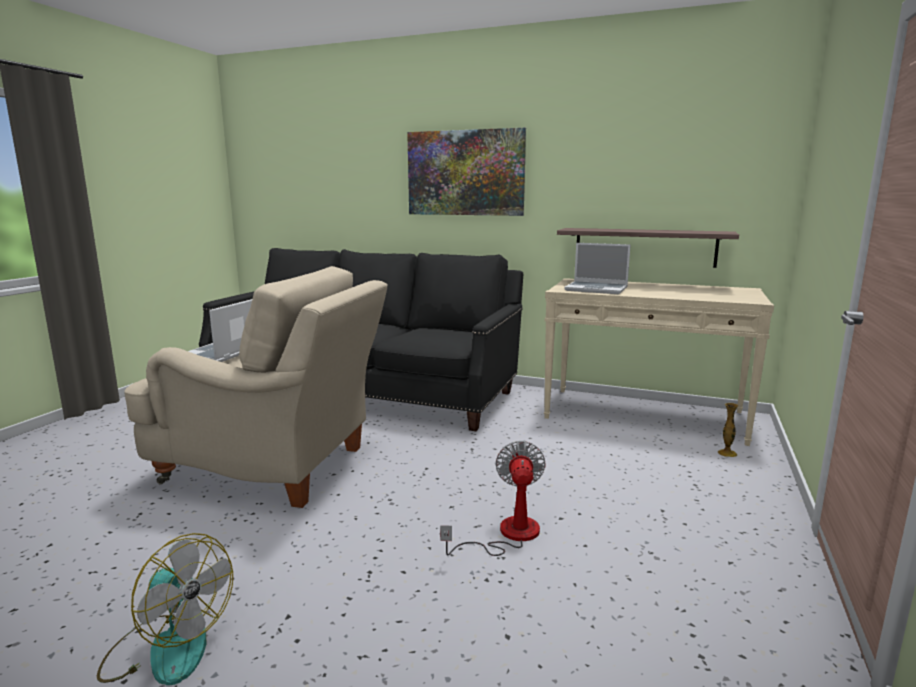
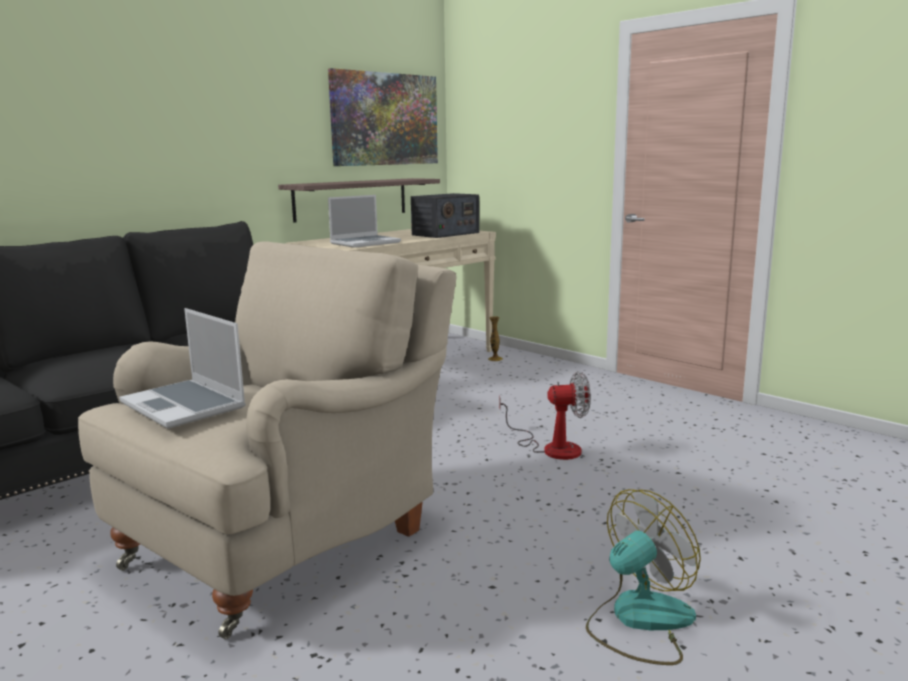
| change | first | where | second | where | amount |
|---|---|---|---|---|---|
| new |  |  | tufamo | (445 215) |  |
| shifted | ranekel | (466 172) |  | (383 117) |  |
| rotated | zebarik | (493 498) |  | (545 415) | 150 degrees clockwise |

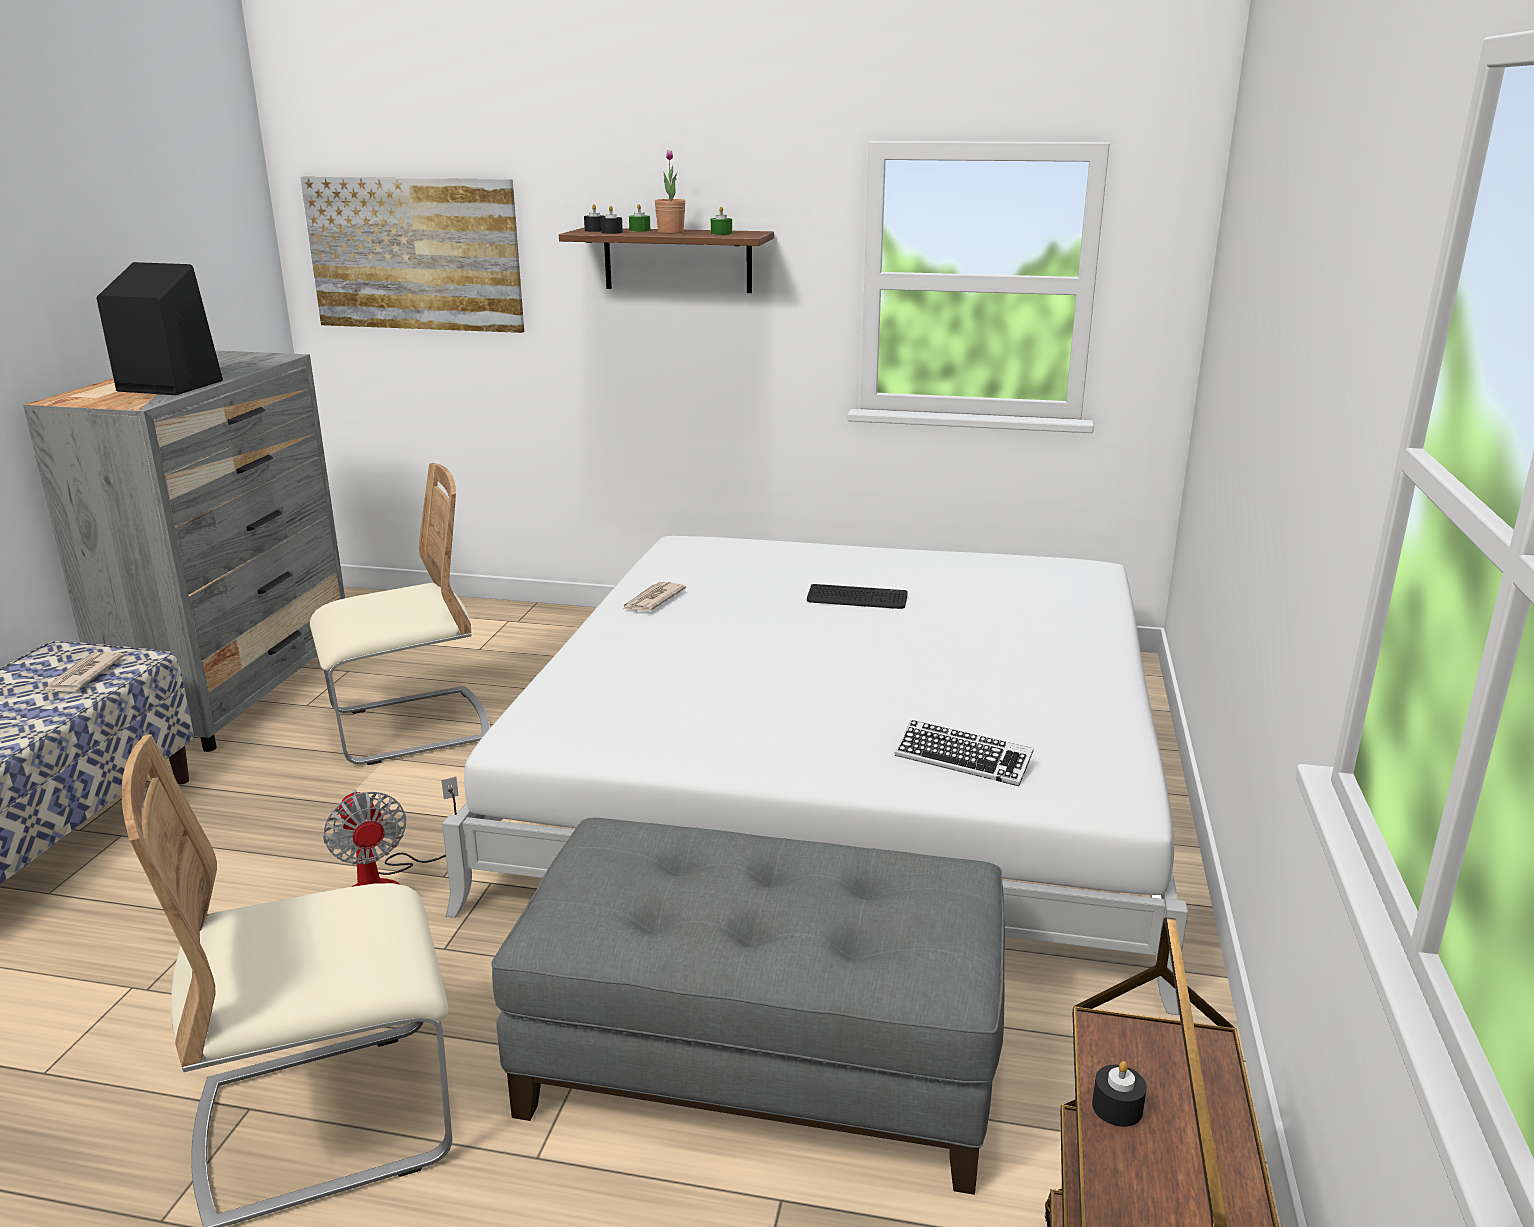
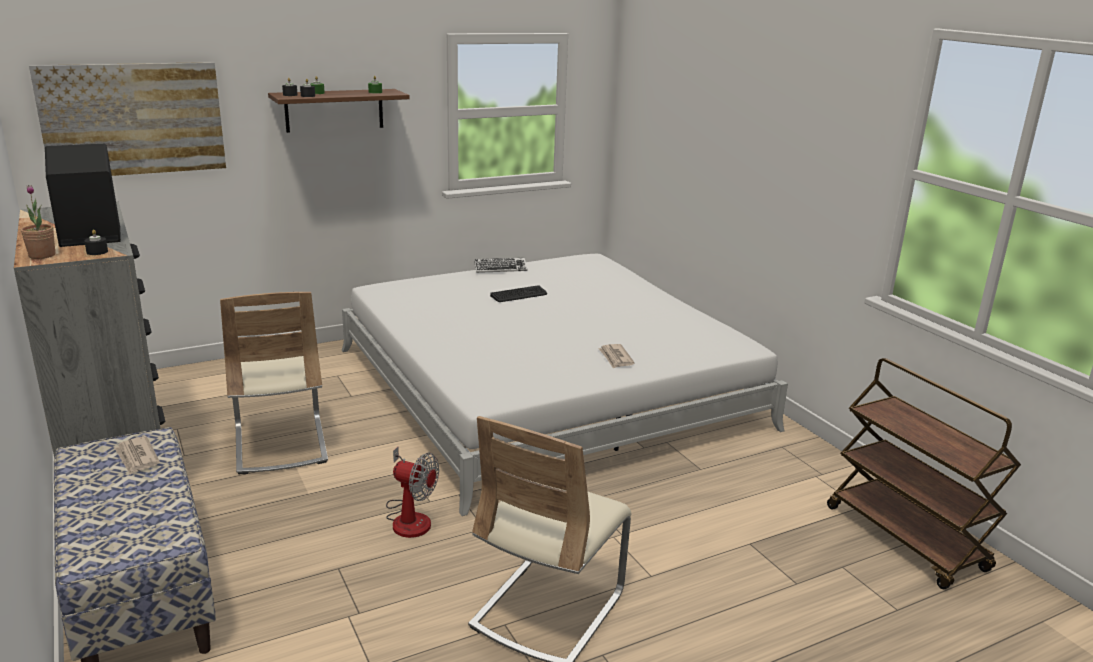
| change | first | where | second | where | amount |
|---|---|---|---|---|---|
| gone | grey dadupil | (748 1006) |  |  |  |
| shifted | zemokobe | (654 597) |  | (616 356) |  |
| shifted | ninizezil | (670 192) |  | (38 222) |  |
| shifted | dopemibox | (964 753) |  | (500 265) |  |
| shifted | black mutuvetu | (1119 1094) |  | (96 242) |  |
| rotated | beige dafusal | (400 614) |  | (274 383) | 135 degrees clockwise |

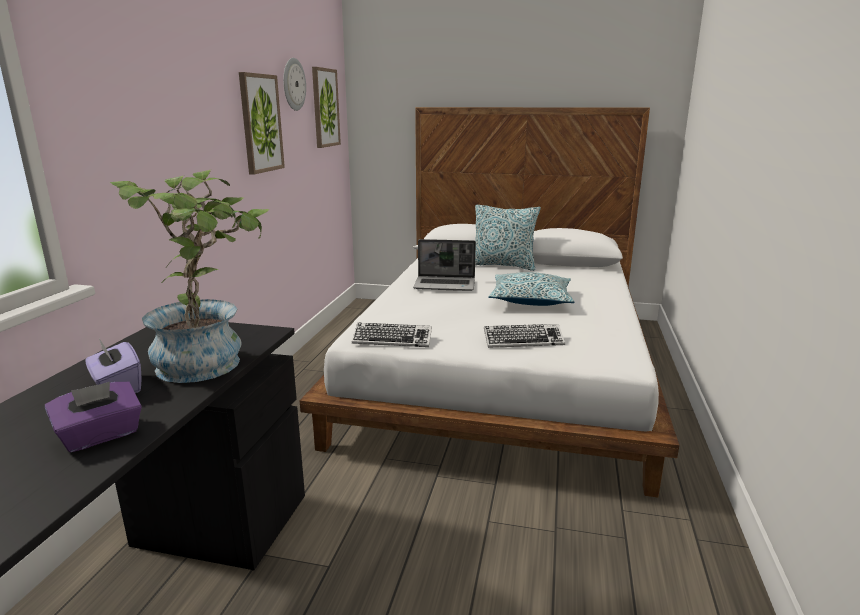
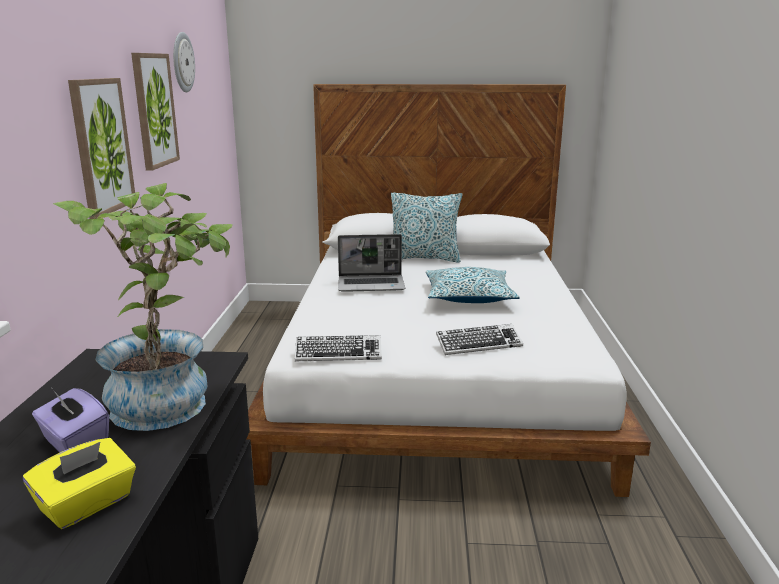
| change | first | where | second | where | amount |
|---|---|---|---|---|---|
| shifted | ranekel | (326 107) |  | (101 148) |  |
| repainted | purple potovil | (93 417) | yellow potovil | (79 483) |  |

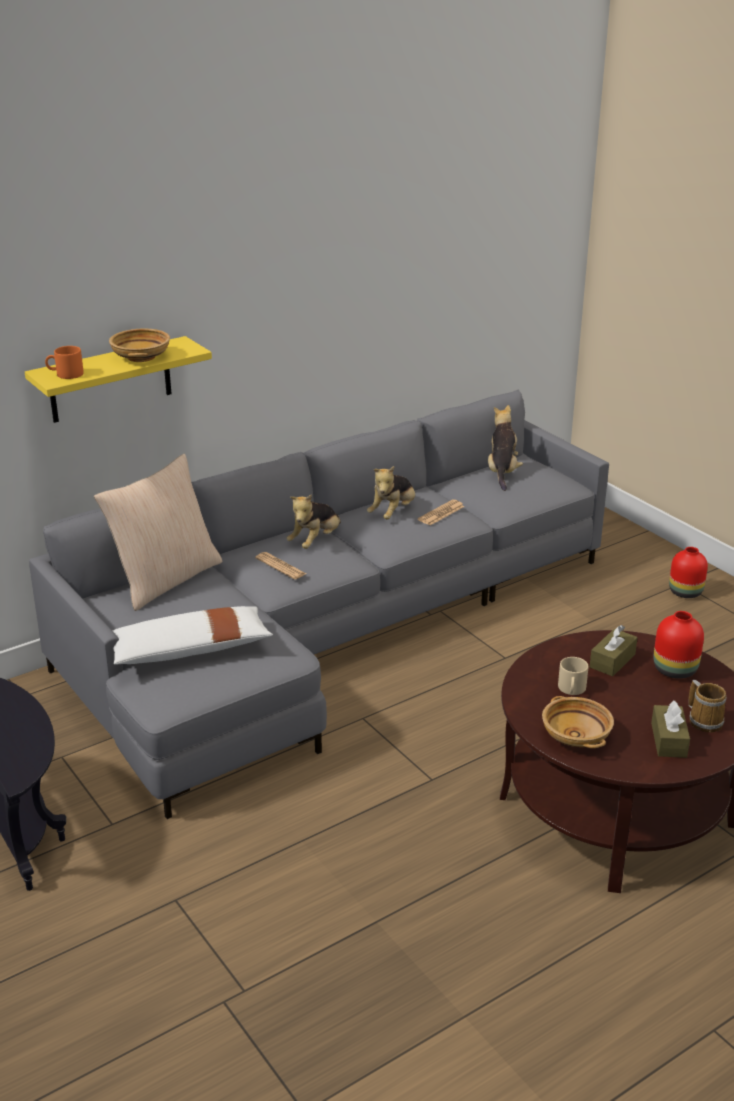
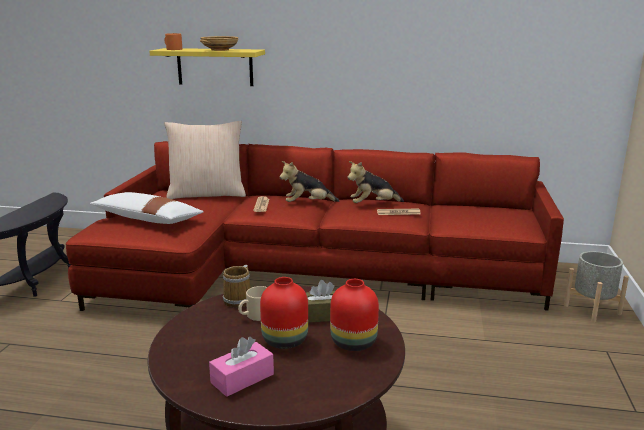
| change | first | where | second | where | amount |
|---|---|---|---|---|---|
| gone | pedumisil | (505 448) |  |  |  |
| gone | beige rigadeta | (578 722) |  |  |  |
| new |  |  | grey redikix | (596 287) |  |
| shifted | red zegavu | (688 572) |  | (284 313) |  |
| shifted | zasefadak | (707 706) |  | (236 286) |  |
| repainted | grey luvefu | (319 604) | red luvefu | (315 226) |  |
| repainted | brown potovil | (670 729) | pink potovil | (241 367) |  |

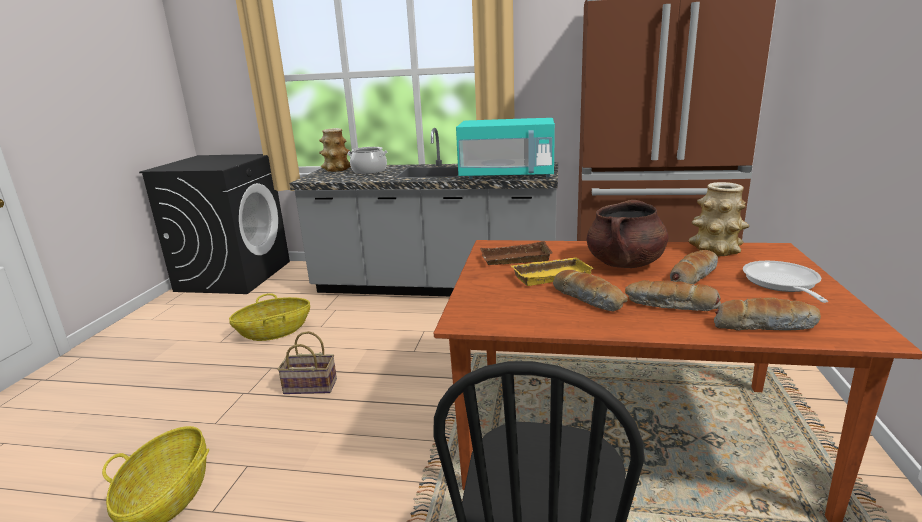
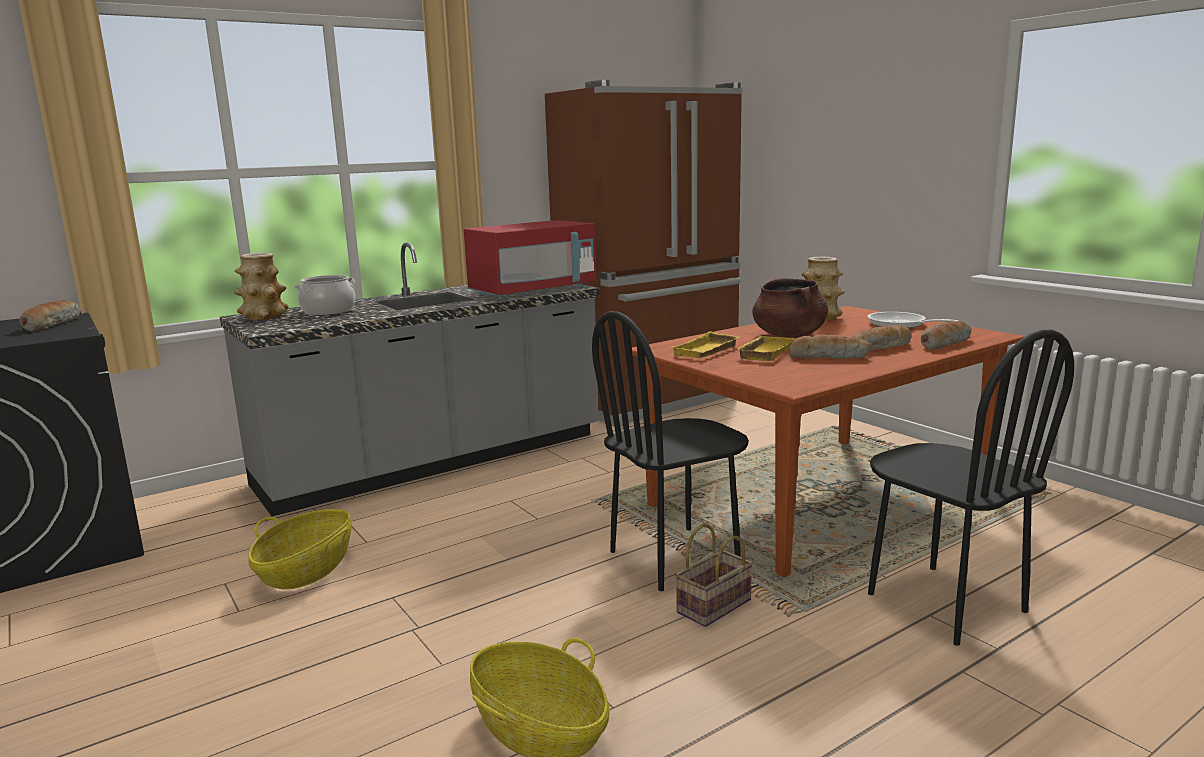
| change | first | where | second | where | amount |
|---|---|---|---|---|---|
| new |  |  | black dafusal | (670 451) |  |
| shifted | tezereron | (307 362) |  | (714 575) |  |
| shifted | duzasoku | (694 267) |  | (49 316) |  |
| repainted | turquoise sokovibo | (505 148) | red sokovibo | (530 259) |  |
| repainted | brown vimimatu | (516 253) | yellow vimimatu | (705 344) |  |

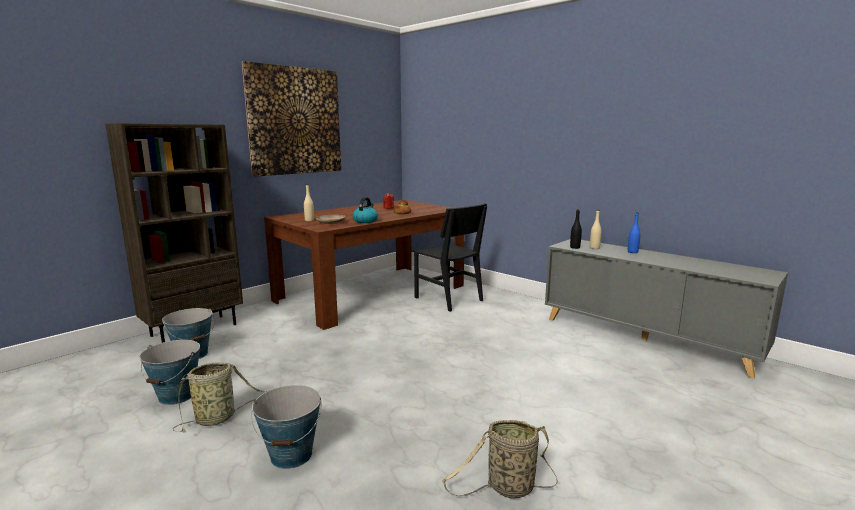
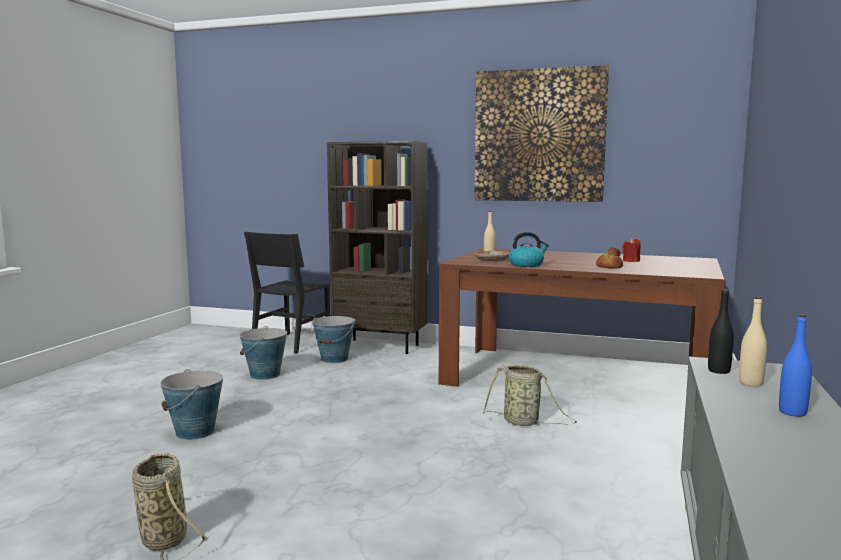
| change | first | where | second | where | amount |
|---|---|---|---|---|---|
| shifted | tezereron | (217 397) |  | (530 395) |  |
| shifted | black dafusal | (449 257) |  | (287 293) |  |

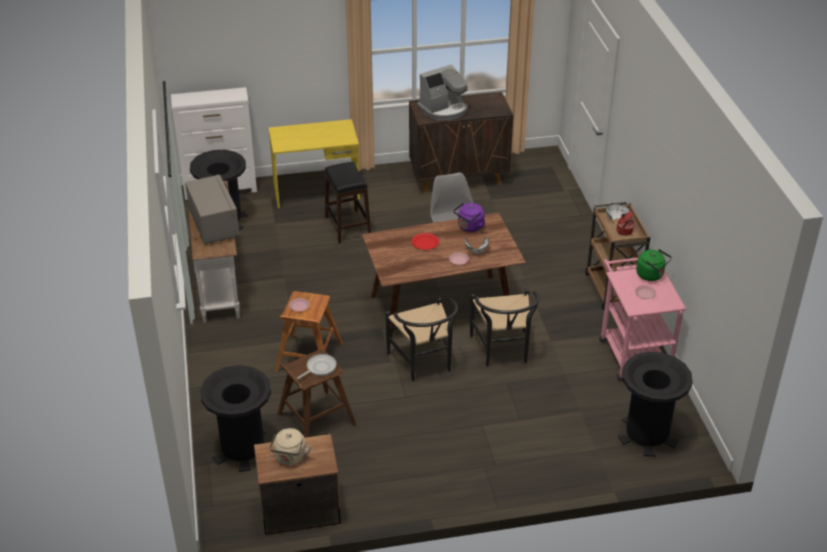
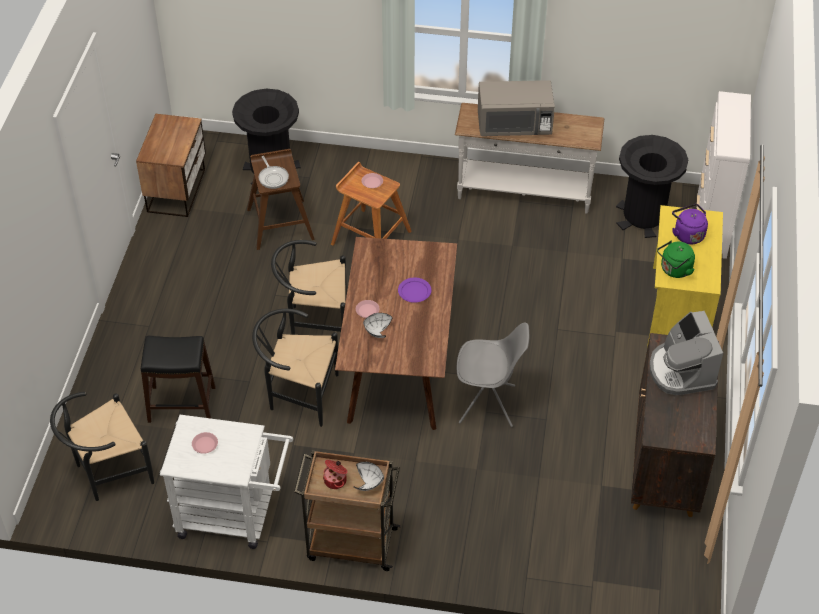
| change | first | where | second | where | amount |
|---|---|---|---|---|---|
| gone | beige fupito | (290 446) |  |  |  |
| shifted | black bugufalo | (348 202) |  | (178 379) |  |
| shifted | purple fupito | (469 217) |  | (690 224) |  |
| shifted | green fupito | (654 265) |  | (676 259) |  |
| swapped | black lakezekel | (655 404) | black dafusal | (102 446) |  |
| repainted | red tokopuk | (425 241) | purple tokopuk | (414 290) |  |
| repainted | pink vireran | (642 319) | white vireran | (226 482) |  |

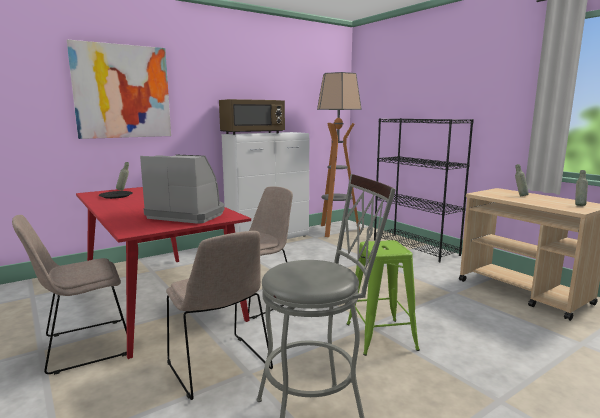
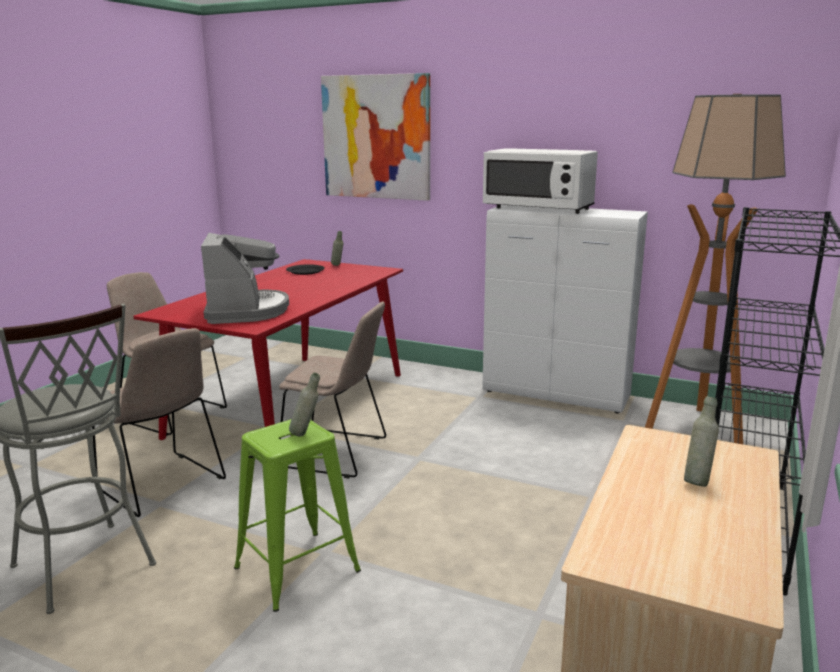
| change | first | where | second | where | amount |
|---|---|---|---|---|---|
| shifted | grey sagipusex | (581 188) |  | (304 404) |  |
| repainted | brown sokovibo | (252 117) | white sokovibo | (540 181) |  |
| rotated | beige dafusal | (219 315) |  | (159 422) | 75 degrees counterclockwise |

